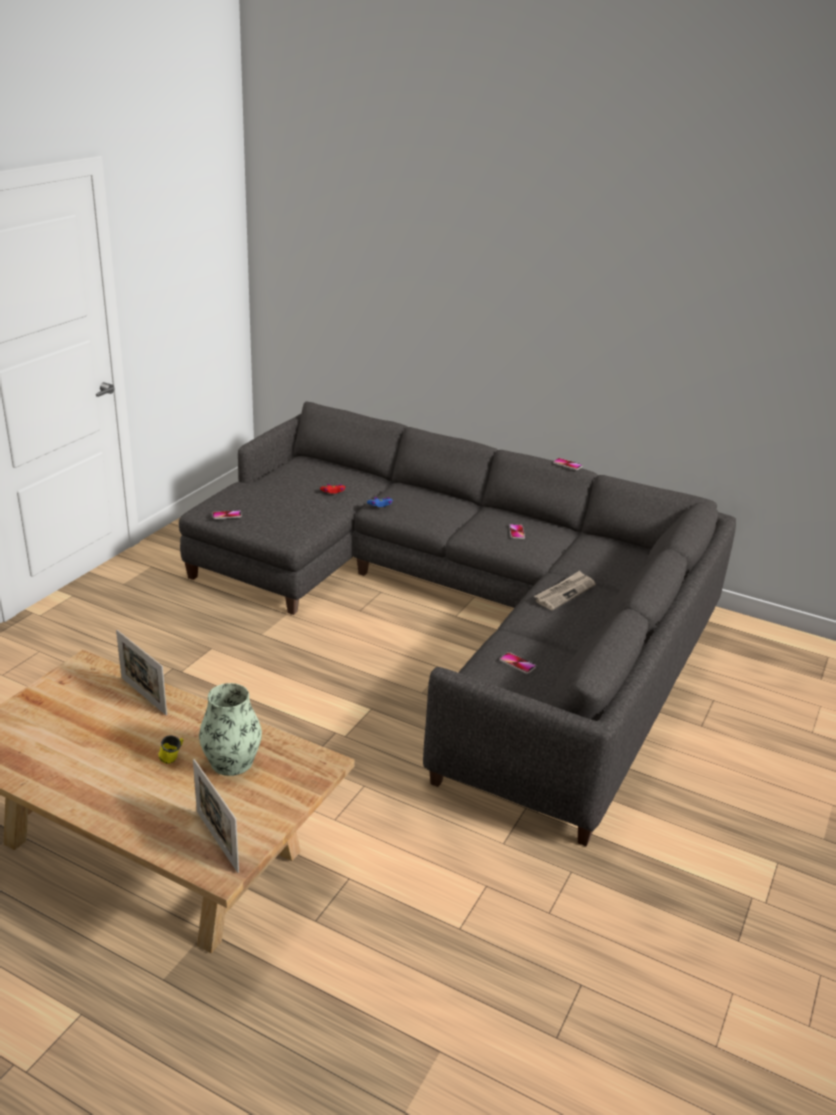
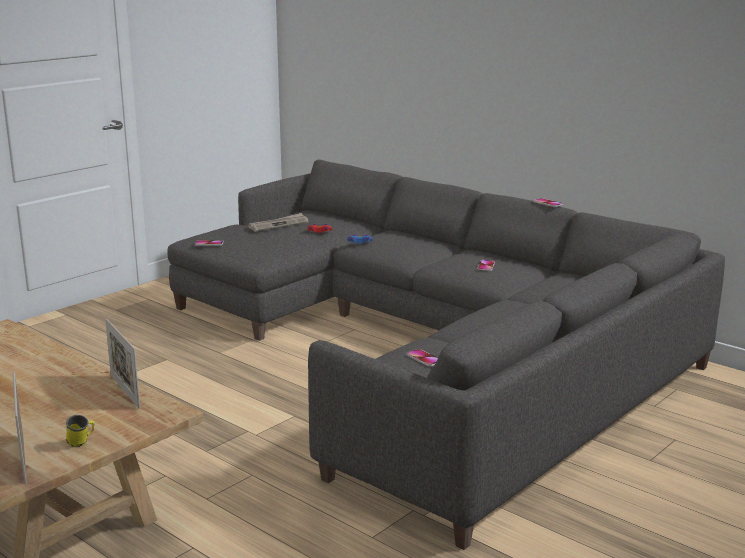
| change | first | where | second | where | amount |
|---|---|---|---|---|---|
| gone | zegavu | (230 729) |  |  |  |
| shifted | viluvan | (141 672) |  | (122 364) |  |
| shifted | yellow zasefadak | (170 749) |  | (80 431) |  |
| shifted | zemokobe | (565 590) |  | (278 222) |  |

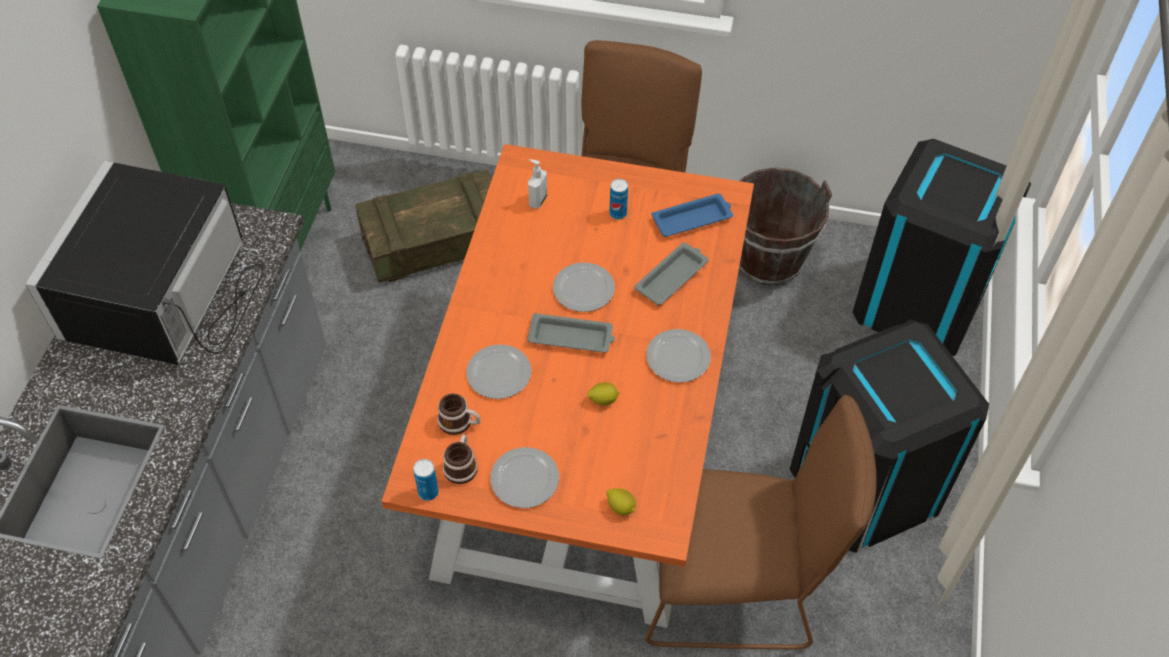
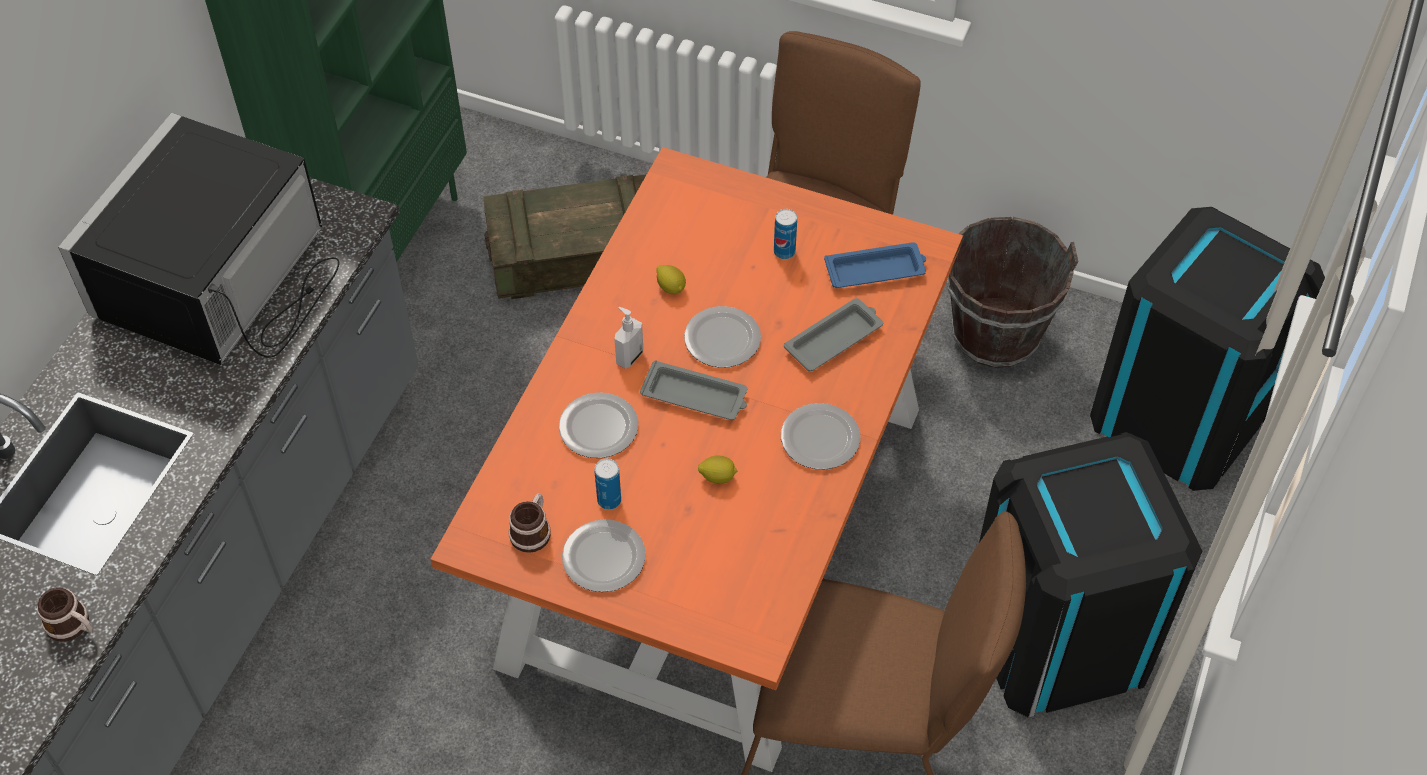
| change | first | where | second | where | amount |
|---|---|---|---|---|---|
| shifted | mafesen | (426 480) |  | (607 484) |  |
| shifted | zasefadak | (458 414) |  | (65 615) |  |
| shifted | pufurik | (537 184) |  | (628 338) |  |
| shifted | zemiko | (621 501) |  | (671 279) |  |

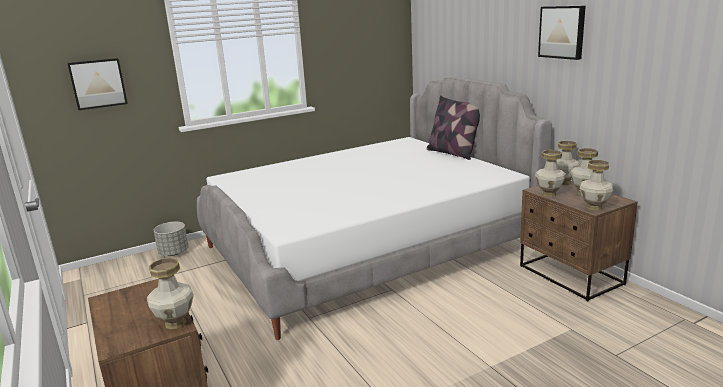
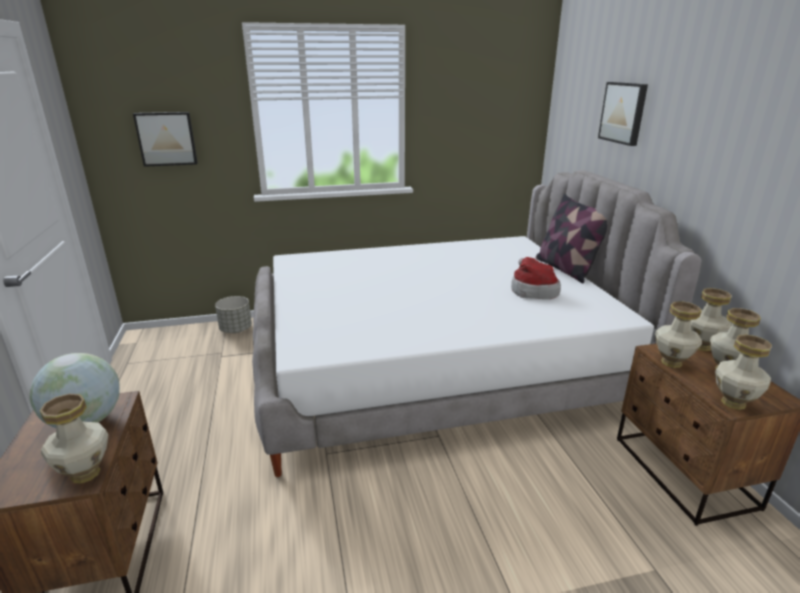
| change | first | where | second | where | amount |
|---|---|---|---|---|---|
| new |  |  | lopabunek | (75 390) |  |
| new |  |  | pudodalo | (536 278) |  |
| shifted | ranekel | (562 33) |  | (623 114) |  |

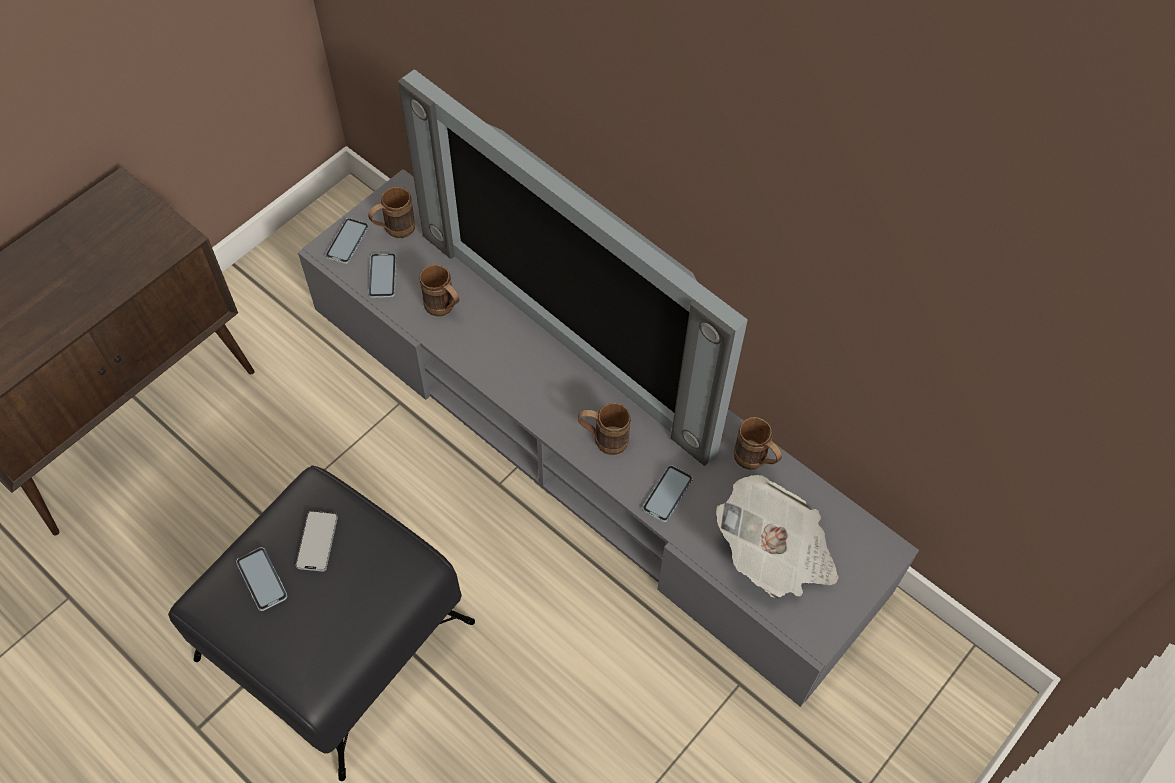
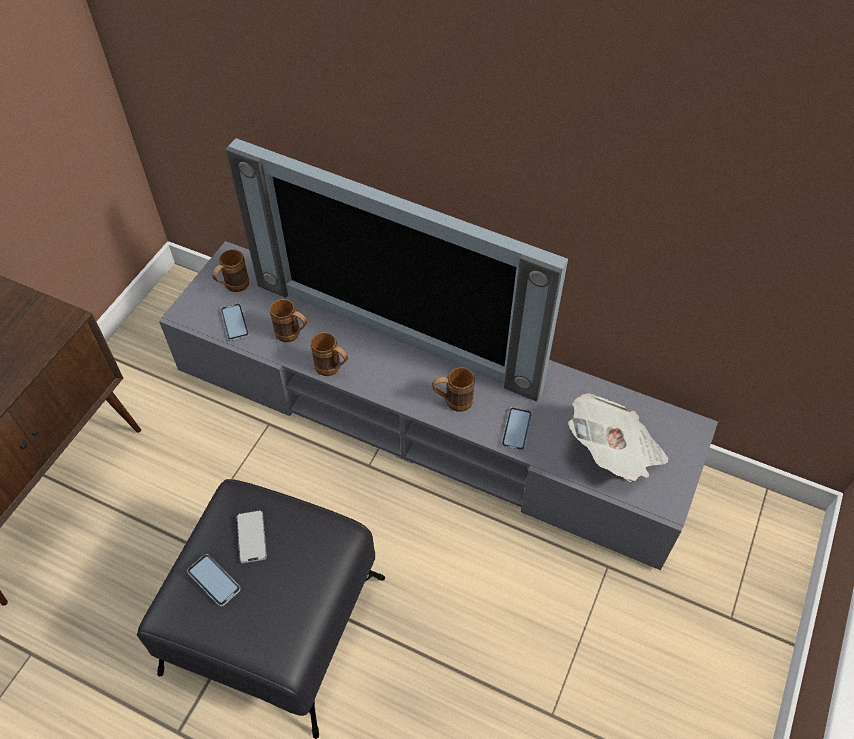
| change | first | where | second | where | amount |
|---|---|---|---|---|---|
| gone | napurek | (347 241) |  |  |  |
| shifted | brown zasefadak | (758 443) |  | (329 354) |  |

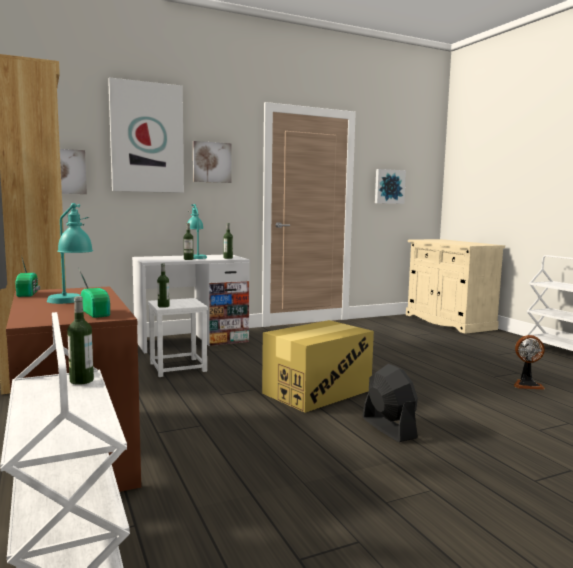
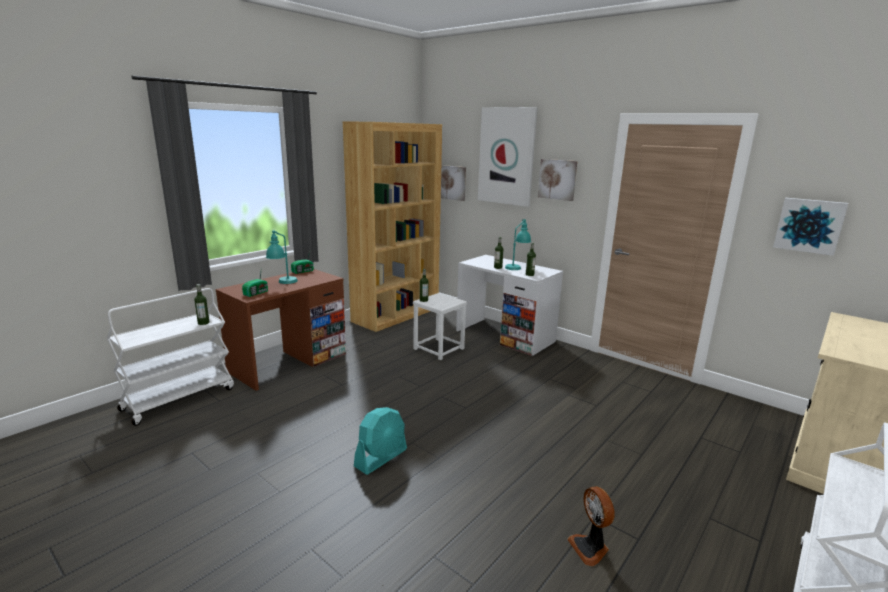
| change | first | where | second | where | amount |
|---|---|---|---|---|---|
| gone | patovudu | (318 366) |  |  |  |
| repainted | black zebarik | (390 403) | turquoise zebarik | (380 441) |  |

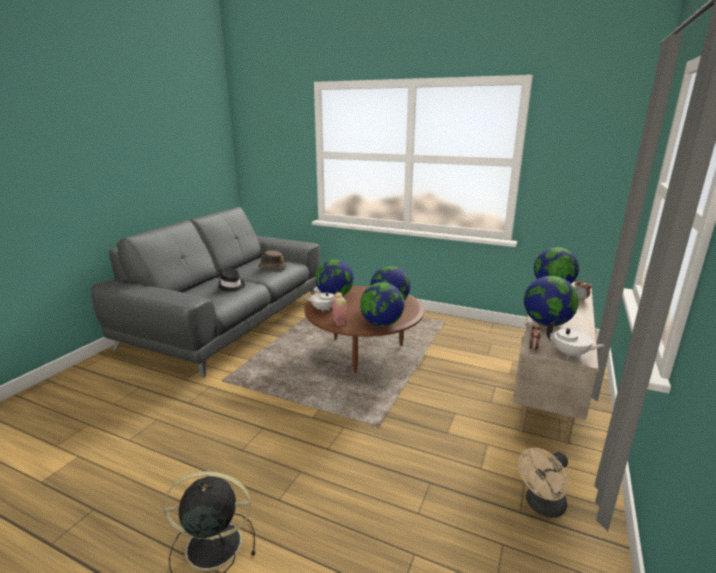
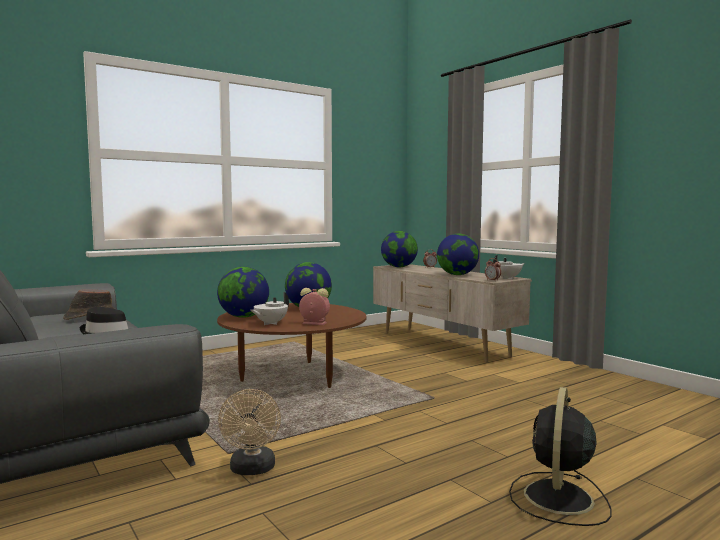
| change | first | where | second | where | amount |
|---|---|---|---|---|---|
| gone | lopabunek | (382 304) |  |  |  |
| shifted | beige zebarik | (543 483) |  | (249 432) |  |

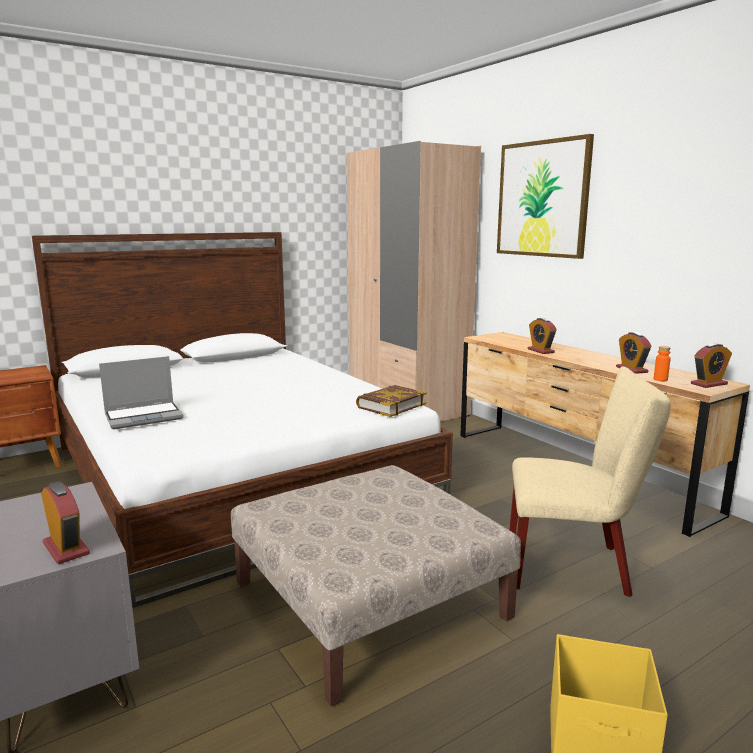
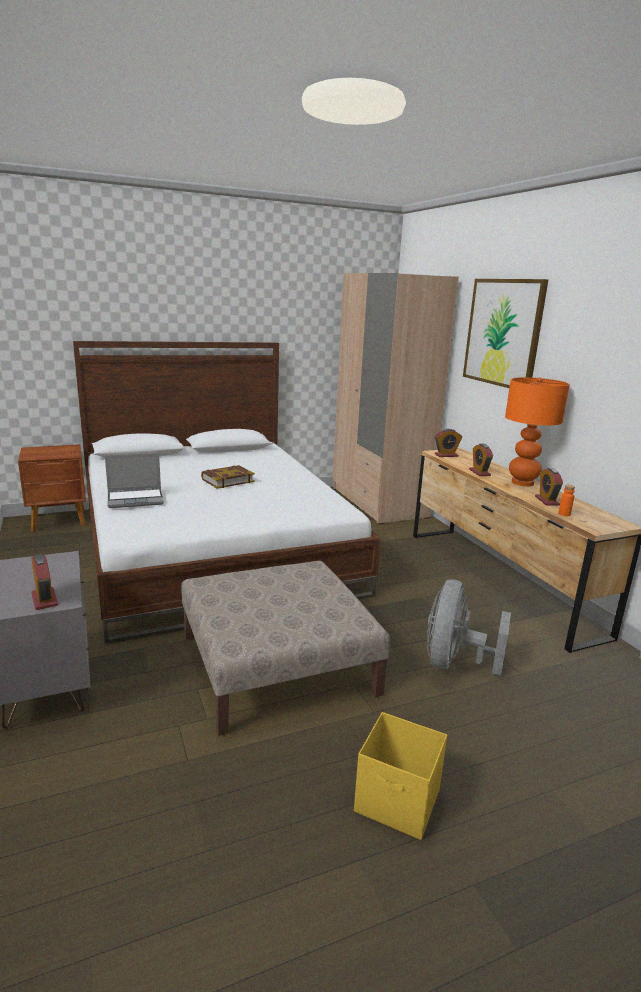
| change | first | where | second | where | amount |
|---|---|---|---|---|---|
| new |  |  | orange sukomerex | (537 431) |  |
| shifted | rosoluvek | (391 401) |  | (228 477) |  |
| shifted | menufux | (711 365) |  | (448 443) |  |
| swapped | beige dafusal | (590 481) | grey zebarik | (469 627) |  |

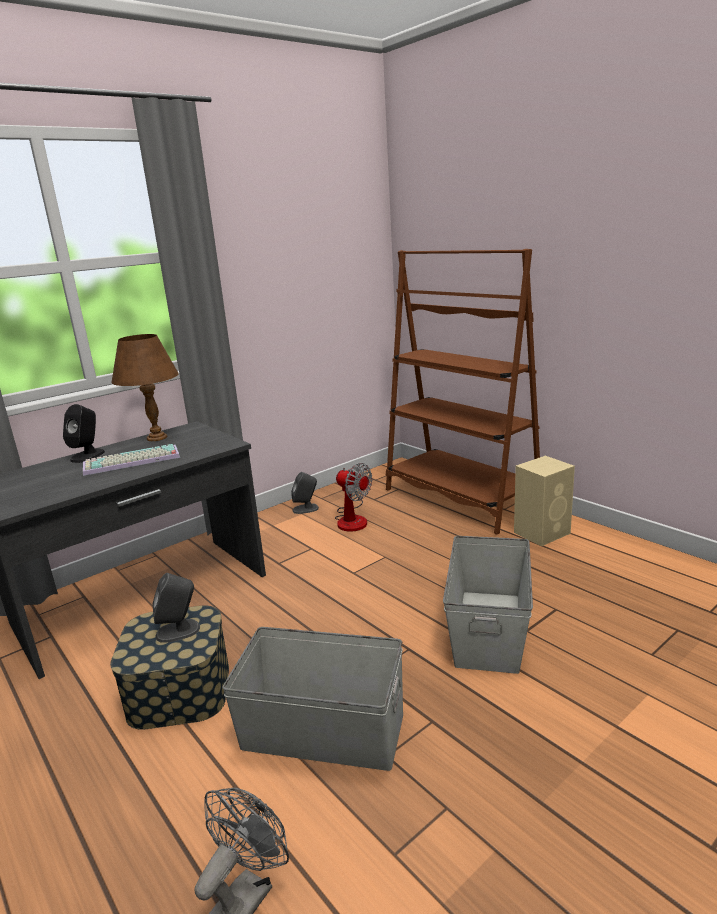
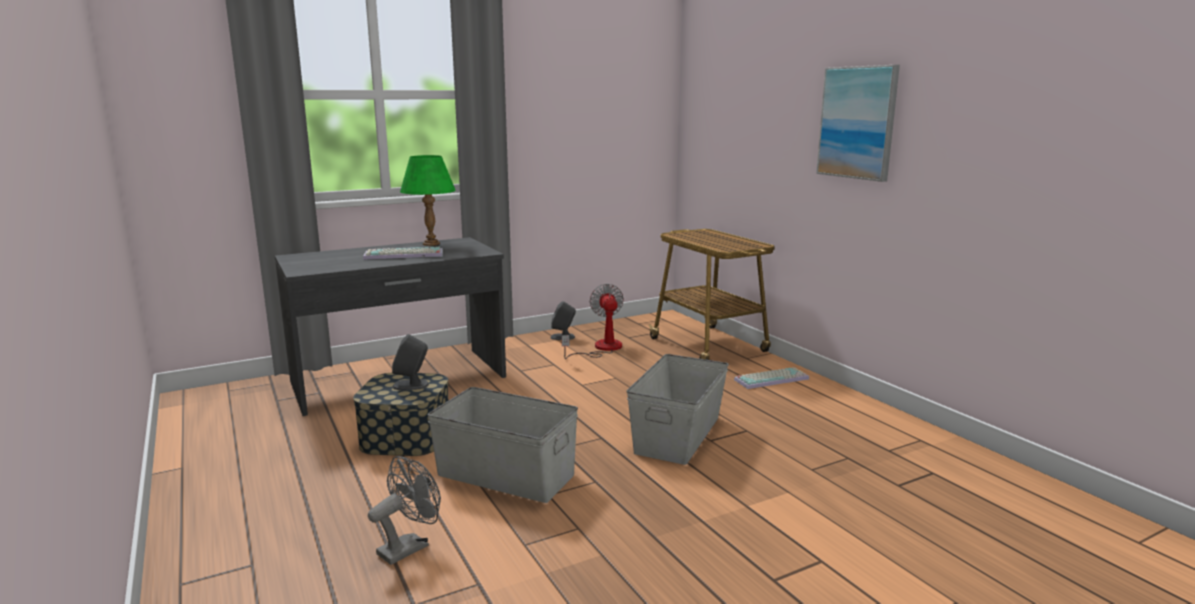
| change | first | where | second | where | amount |
|---|---|---|---|---|---|
| gone | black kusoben | (84 433) |  |  |  |
| new |  |  | ranekel | (858 123) |  |
| swapped | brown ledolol | (463 392) | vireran | (711 294) |  |
| swapped | beige kusoben | (544 501) | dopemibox | (771 378) |  |
| repainted | brown sukomerex | (145 387) | green sukomerex | (428 200) |  |
| rotated | zebarik | (353 497) |  | (593 321) | 150 degrees counterclockwise |

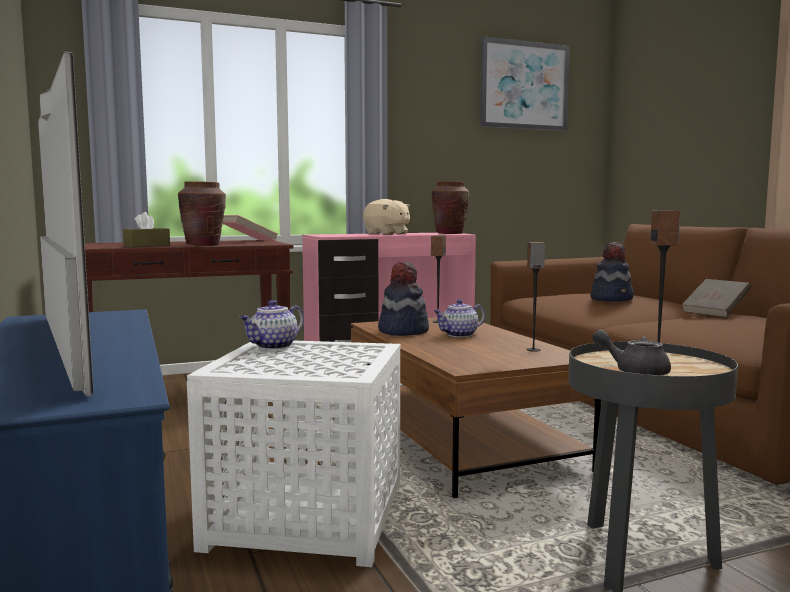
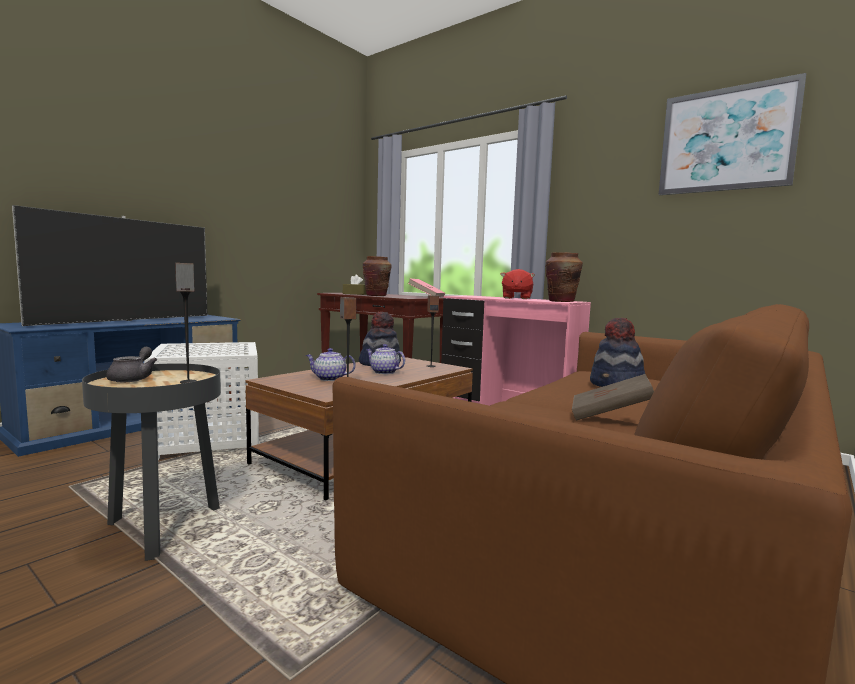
| change | first | where | second | where | amount |
|---|---|---|---|---|---|
| shifted | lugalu | (272 324) |  | (330 364) |  |
| repainted | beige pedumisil | (386 217) | red pedumisil | (518 284) |  |

